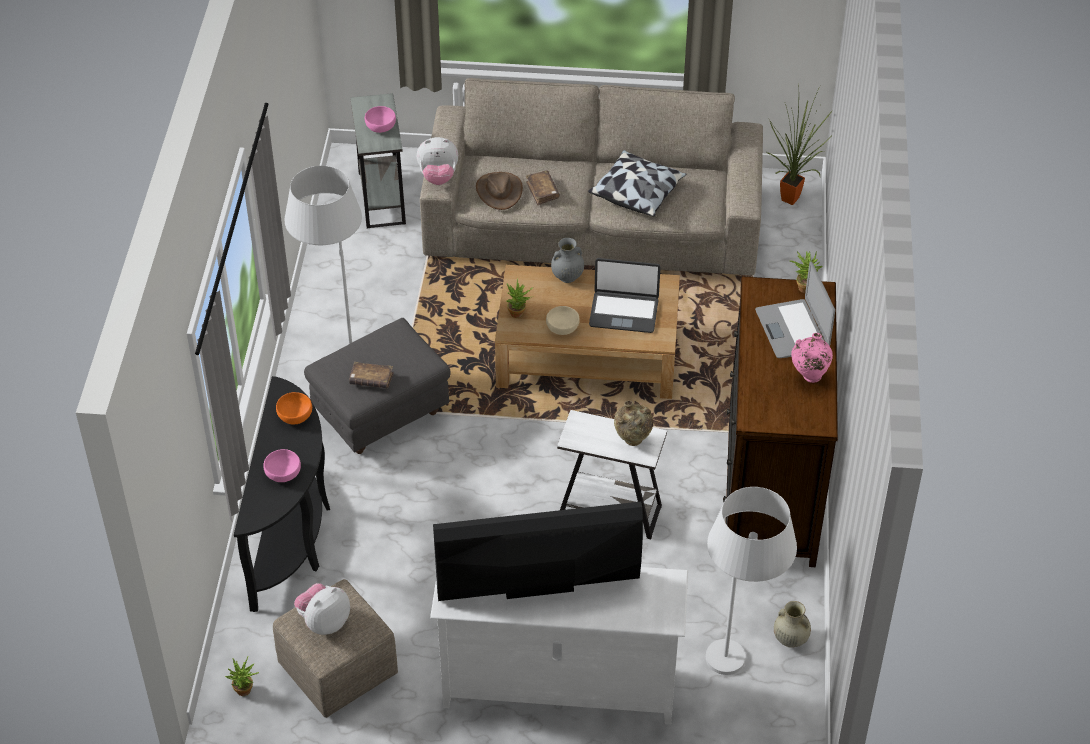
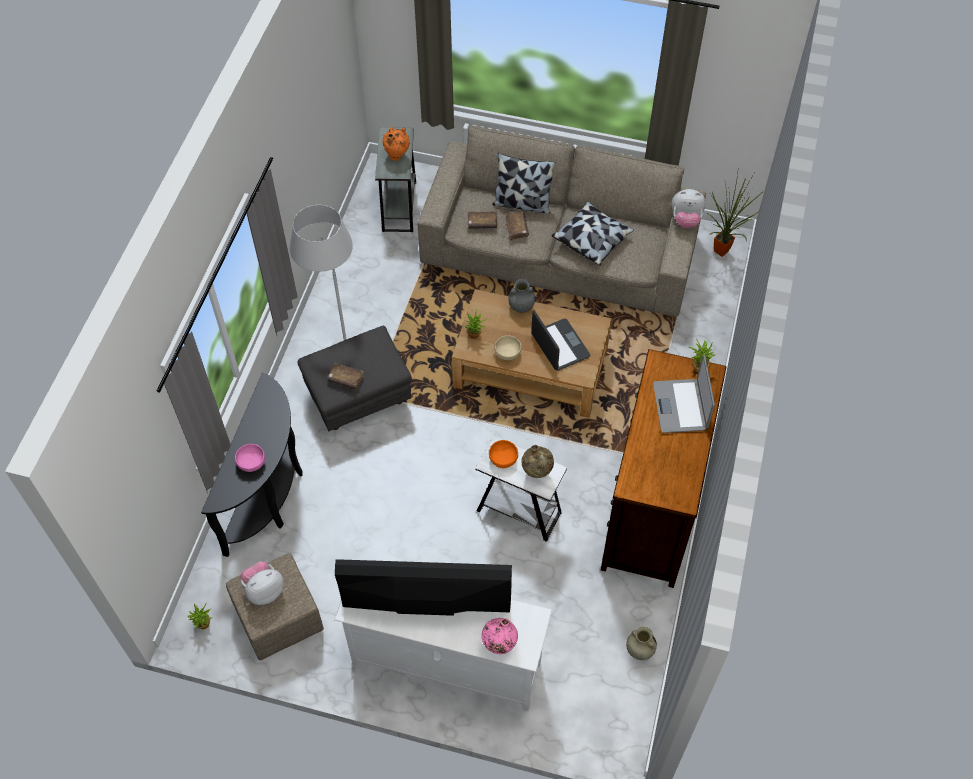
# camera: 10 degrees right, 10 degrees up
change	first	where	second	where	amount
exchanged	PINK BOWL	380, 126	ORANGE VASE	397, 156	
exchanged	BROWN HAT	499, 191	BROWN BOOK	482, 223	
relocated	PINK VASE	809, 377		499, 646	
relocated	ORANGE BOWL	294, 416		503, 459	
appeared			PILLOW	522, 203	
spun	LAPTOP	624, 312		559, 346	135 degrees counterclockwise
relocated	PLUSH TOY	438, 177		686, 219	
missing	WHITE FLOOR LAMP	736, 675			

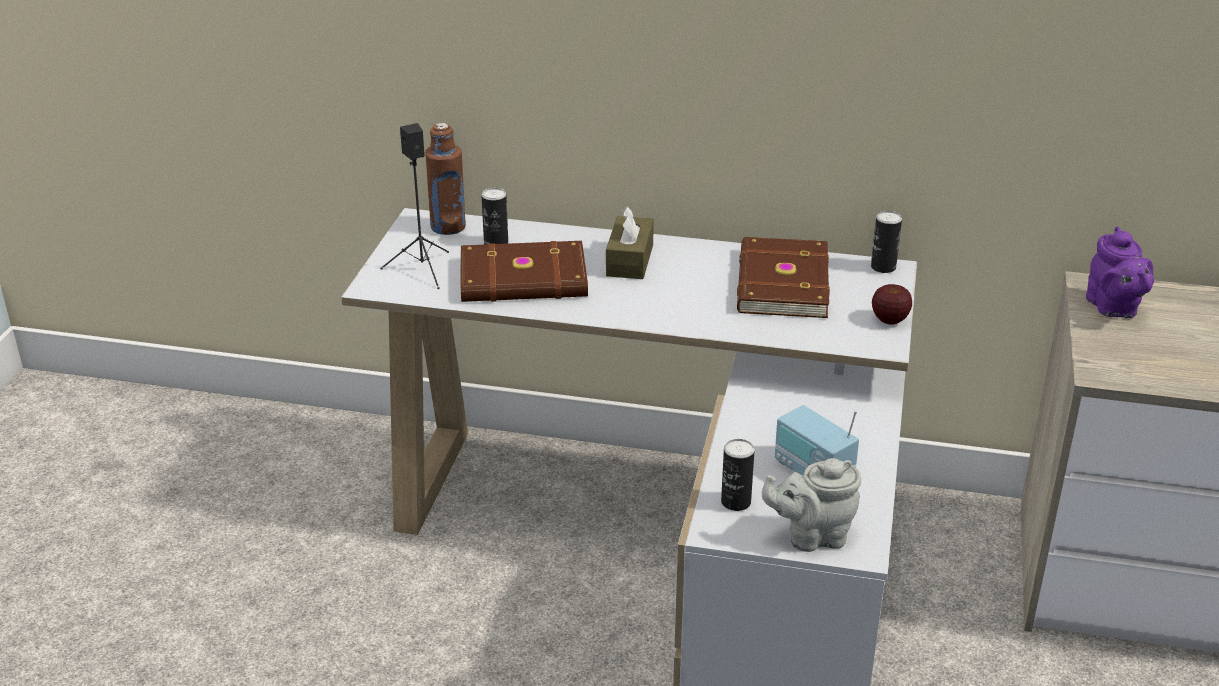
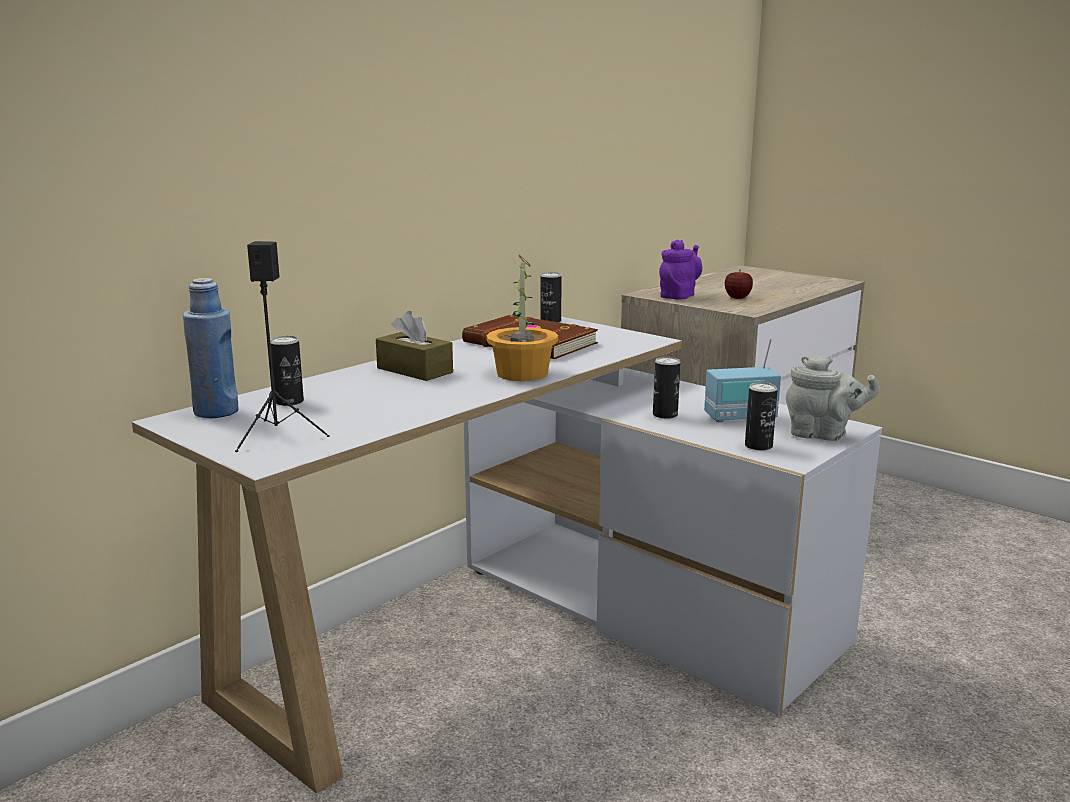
# camera: 60 degrees left, 15 degrees down
change	first	where	second	where	amount
colour	BROWN BOTTLE	448, 227	BLUE BOTTLE	216, 412	
appeared			POTTED PLANT	521, 373	
appeared			CAN	665, 415	
spun	PURPLE TEAPOT	1113, 308		679, 296	75 degrees counterclockwise
relocated	APPLE	889, 320		737, 297	
spun	GREY TEAPOT	812, 536		822, 435	90 degrees counterclockwise
missing	BROWN BOOK	524, 280			

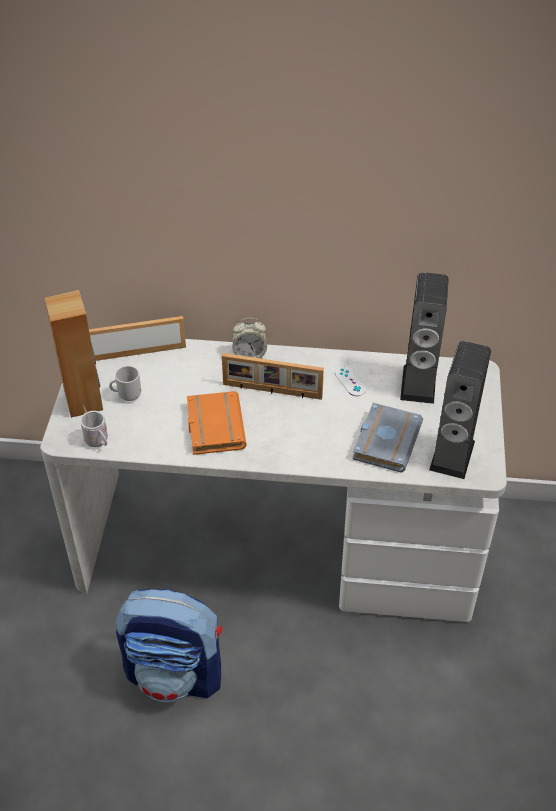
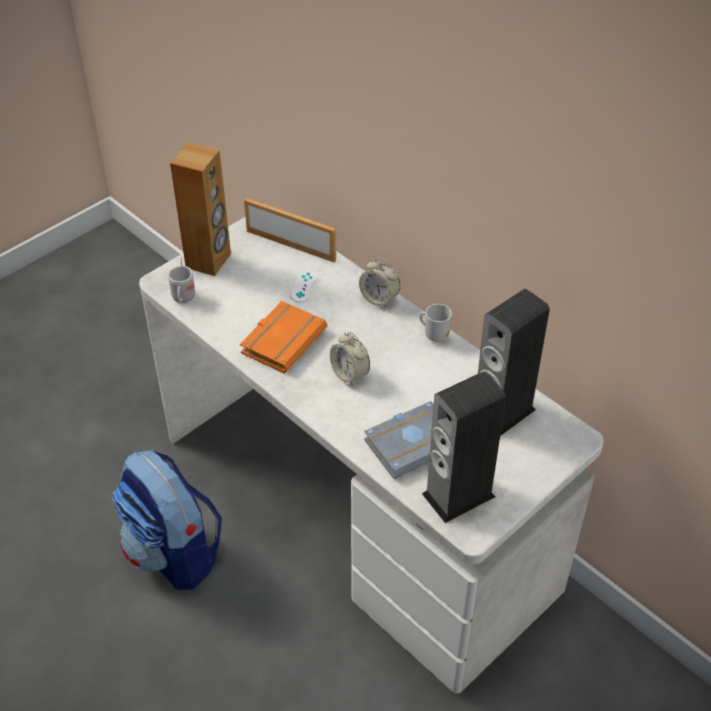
# camera: 40 degrees right, 0 degrees up
change	first	where	second	where	amount
relocated	WHITE GAME CONTROLLER	350, 381		303, 286	
appeared			ALARM CLOCK	349, 374	
relocated	MUG	128, 395		435, 335	
missing	PICTURE FRAME	272, 391			

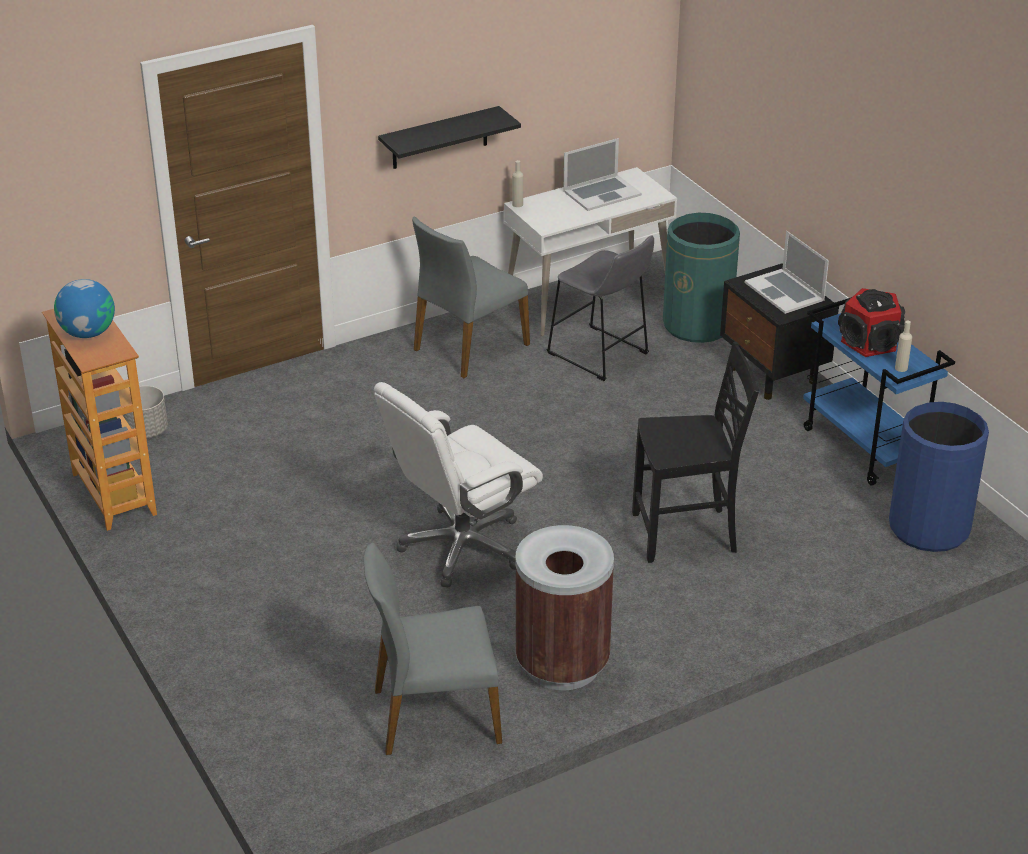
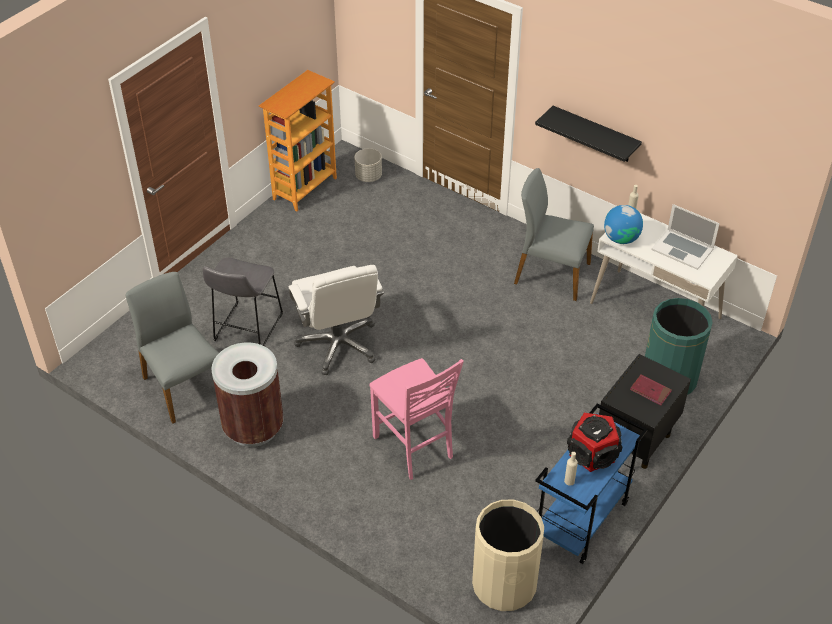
# camera: 65 degrees right, 10 degrees up
change	first	where	second	where	amount
relocated	GREY STOOL	601, 356		246, 330	
spun	WHITE OFFICE CHAIR	462, 547		339, 344	135 degrees counterclockwise
colour	BLACK CHAIR	687, 534	PINK CHAIR	414, 448	
colour	BLUE TRASH CAN	929, 527	BEIGE TRASH CAN	504, 584	
relocated	GLOBE	88, 332		621, 238	
exchanged	LAPTOP	785, 291	RED BOOK	650, 391	

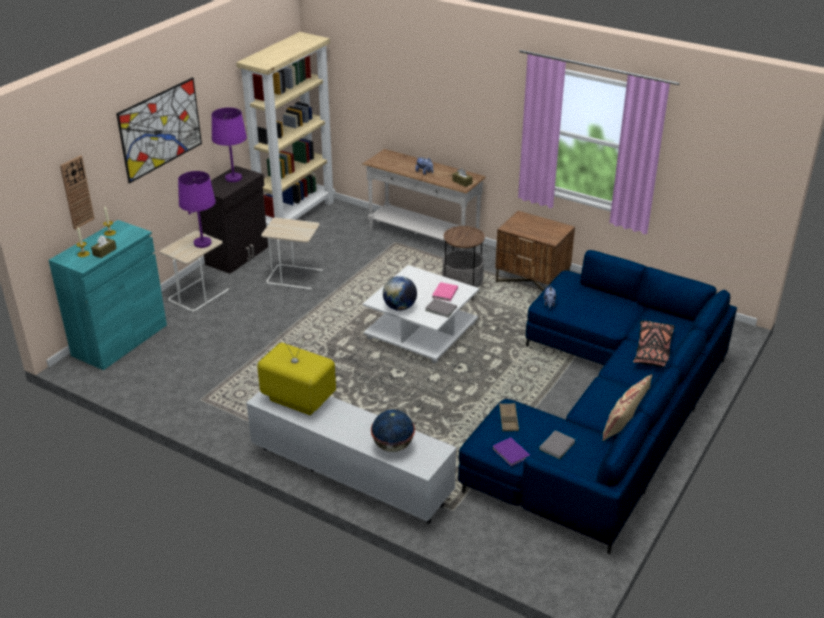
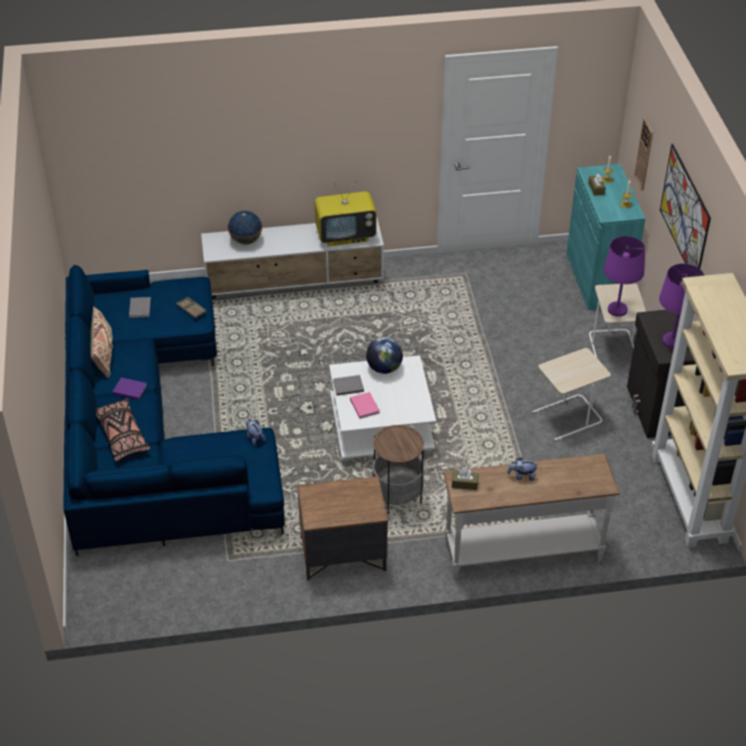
# camera: 140 degrees right, 10 degrees up
change	first	where	second	where	amount
relocated	PURPLE BOOK	511, 454		129, 389	

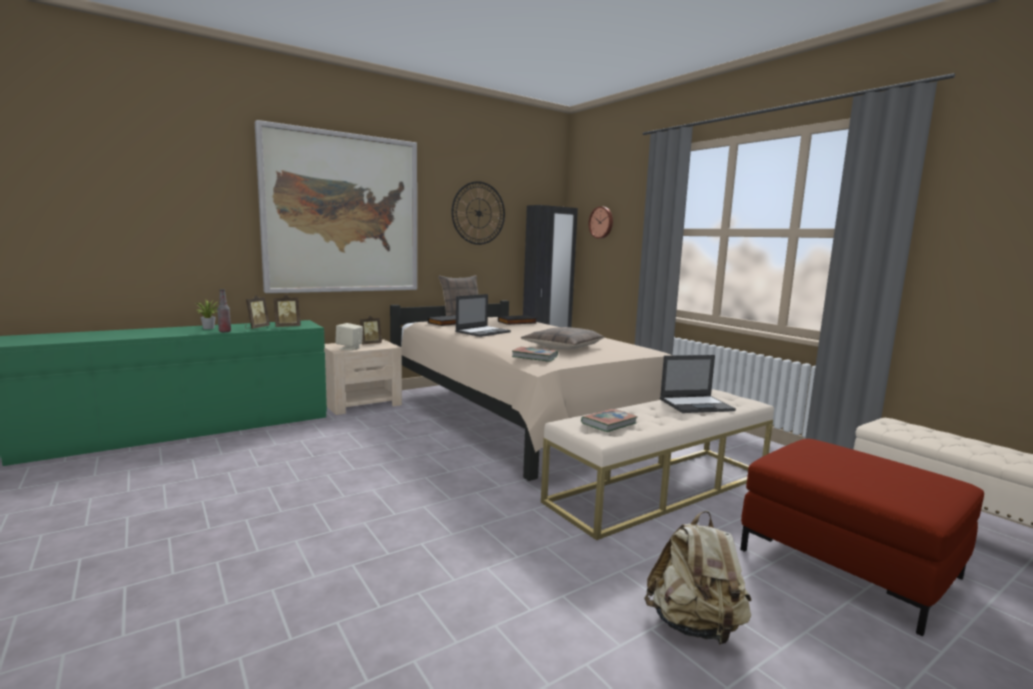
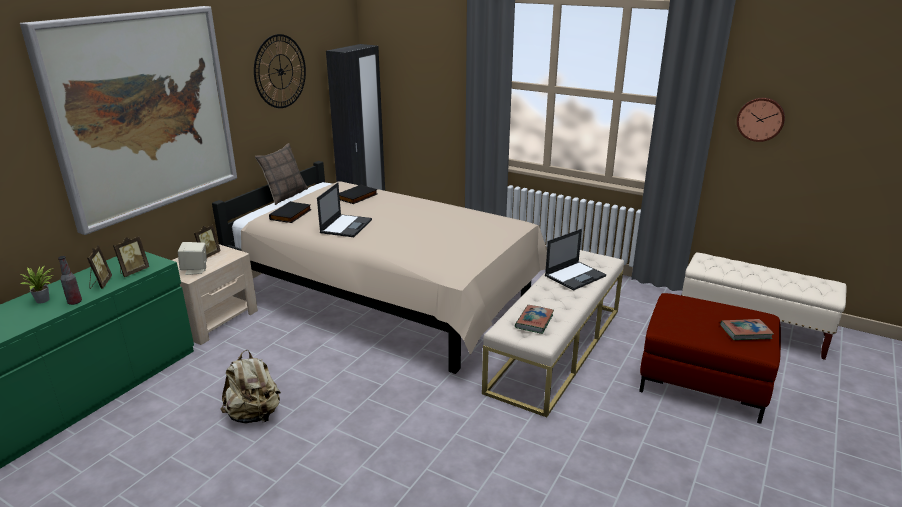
# camera: 25 degrees left, 15 degrees up
change	first	where	second	where	amount
relocated	BEIGE BACKPACK	695, 626		254, 415	
relocated	BOOK	534, 357		745, 332	
relocated	WALL CLOCK	601, 222		760, 119	
missing	PILLOW	562, 346			

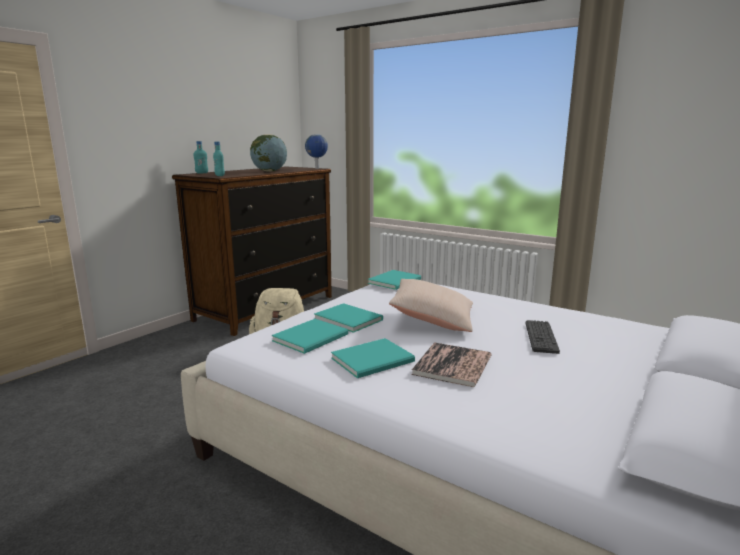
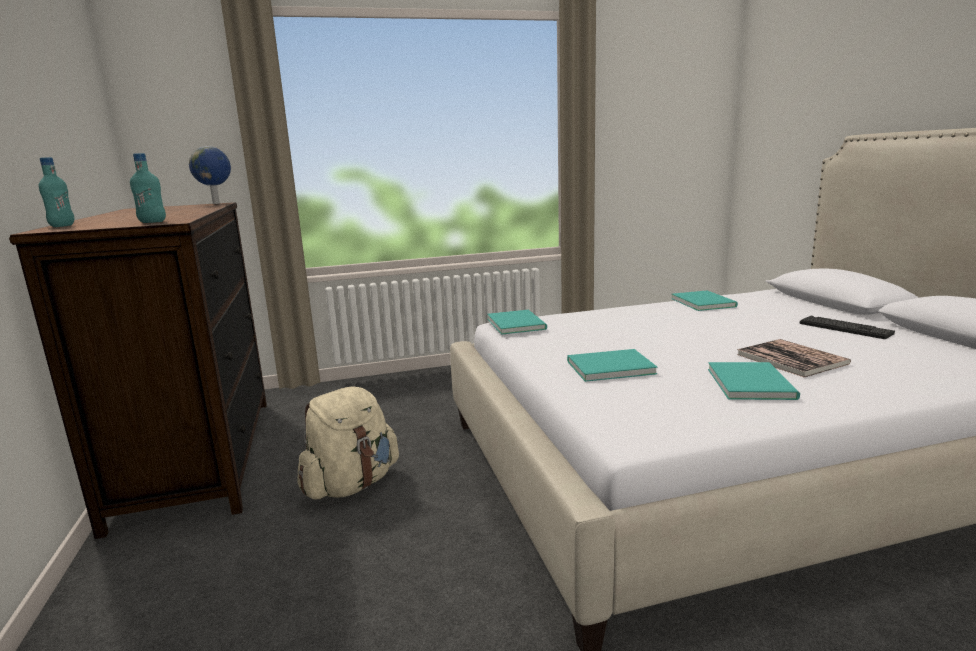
# camera: 50 degrees left, 0 degrees up
change	first	where	second	where	amount
relocated	TURQUOISE BOOK	313, 337		703, 302	
relocated	KEYBOARD	541, 337		845, 328	
missing	GLOBE	269, 171			
missing	BEIGE PILLOW	433, 319			

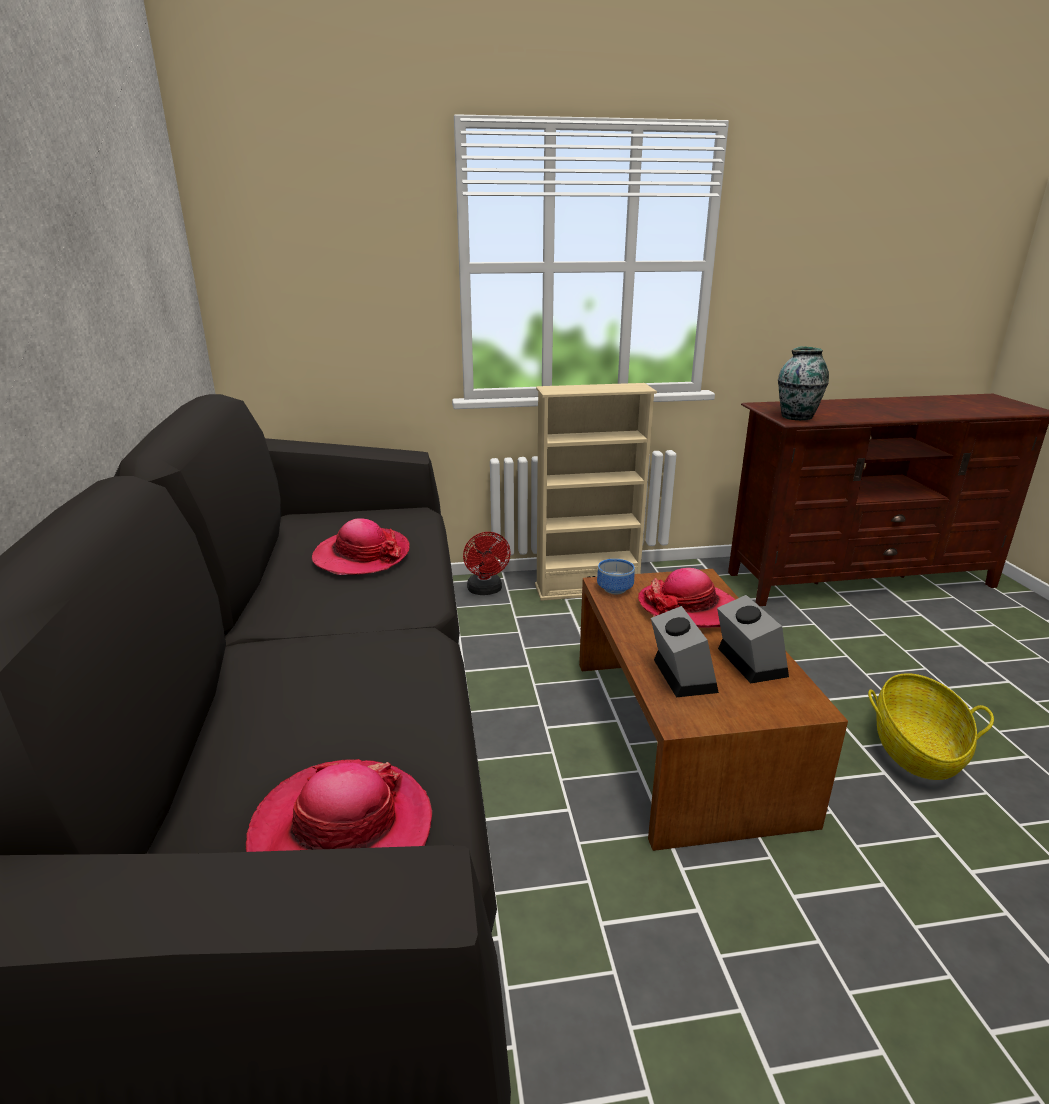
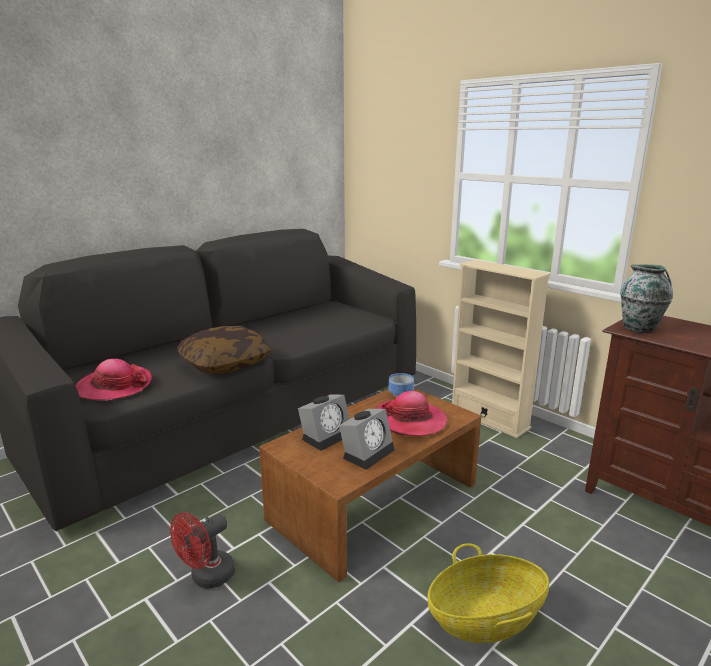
# camera: 55 degrees right, 5 degrees down
change	first	where	second	where	amount
relocated	RED FAN	486, 591		207, 577	
appeared			PILLOW	225, 363	
missing	HAT	361, 555			

